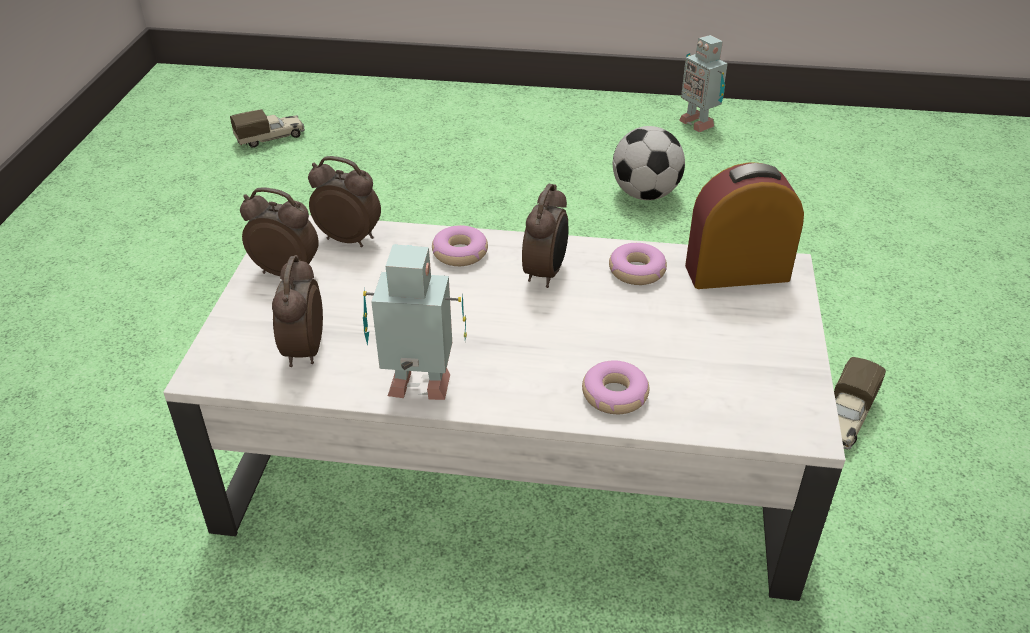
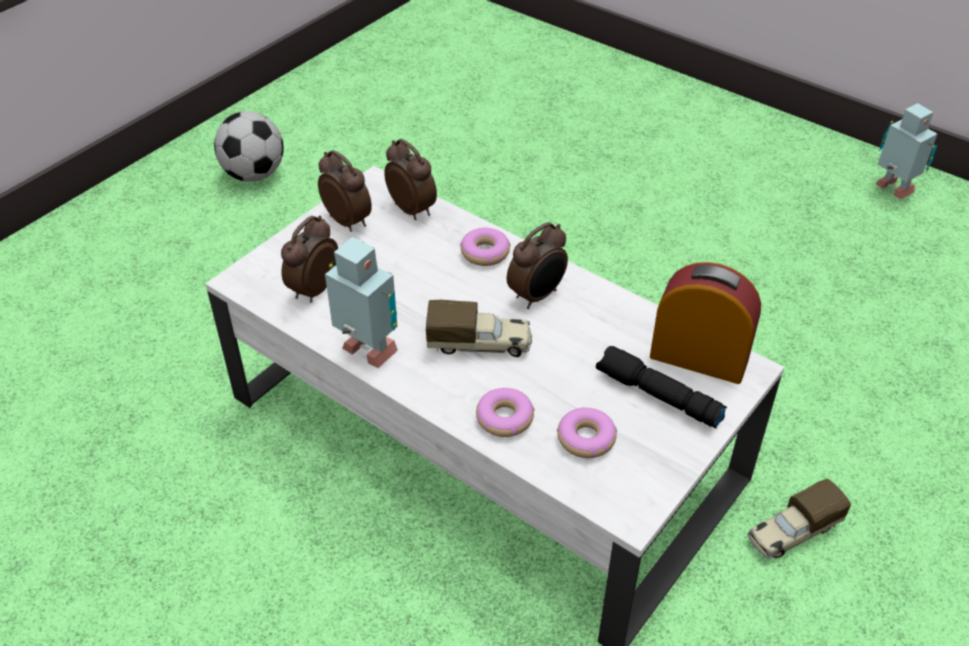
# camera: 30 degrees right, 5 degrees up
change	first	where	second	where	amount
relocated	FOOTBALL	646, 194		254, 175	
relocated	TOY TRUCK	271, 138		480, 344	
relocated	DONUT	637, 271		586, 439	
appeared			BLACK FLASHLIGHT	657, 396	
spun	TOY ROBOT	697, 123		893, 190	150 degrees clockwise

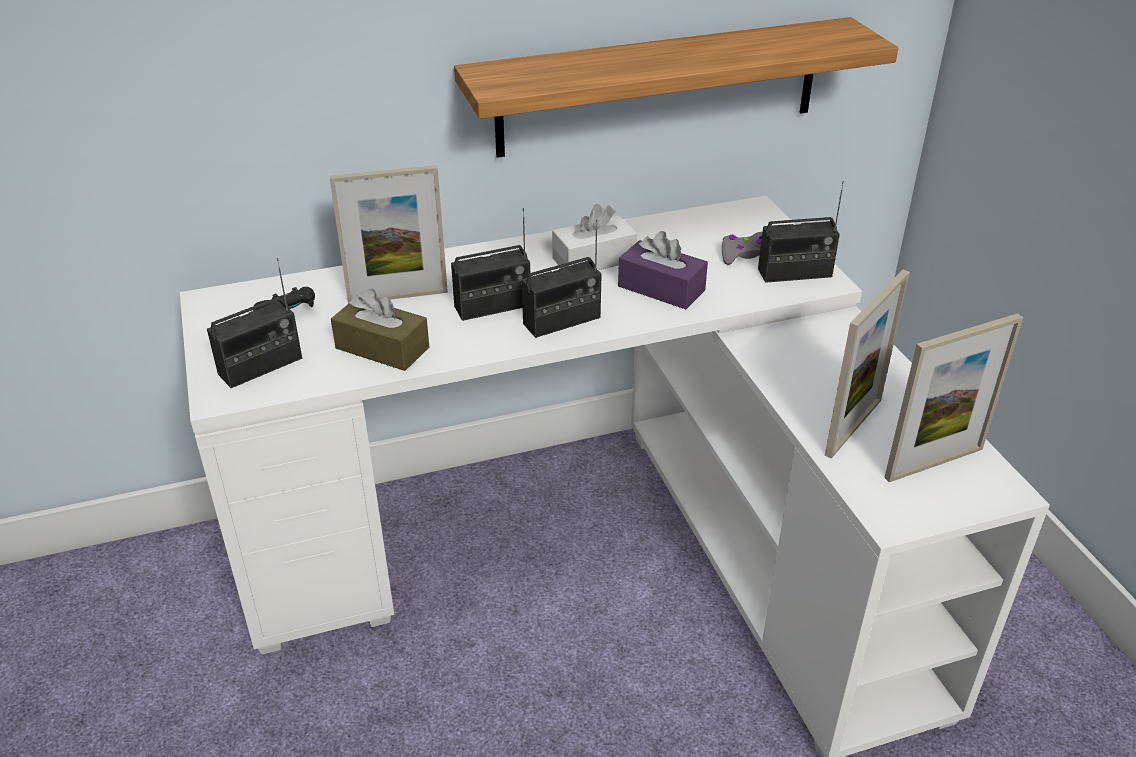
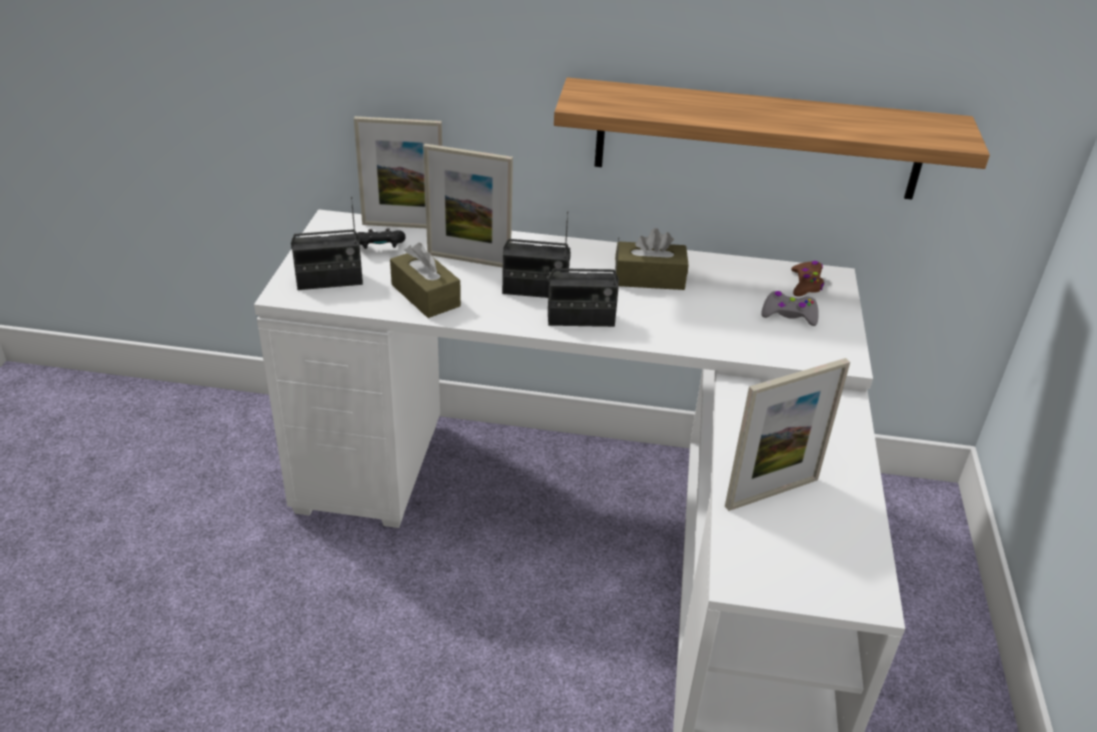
# camera: 25 degrees right, 0 degrees up
change	first	where	second	where	amount
relocated	PICTURE FRAME	934, 463		403, 225	
colour	WHITE TISSUE BOX	594, 260	BROWN TISSUE BOX	649, 278	
appeared			BROWN GAME CONTROLLER	806, 284	
missing	PURPLE TISSUE BOX	661, 288			
missing	RADIO	794, 273			

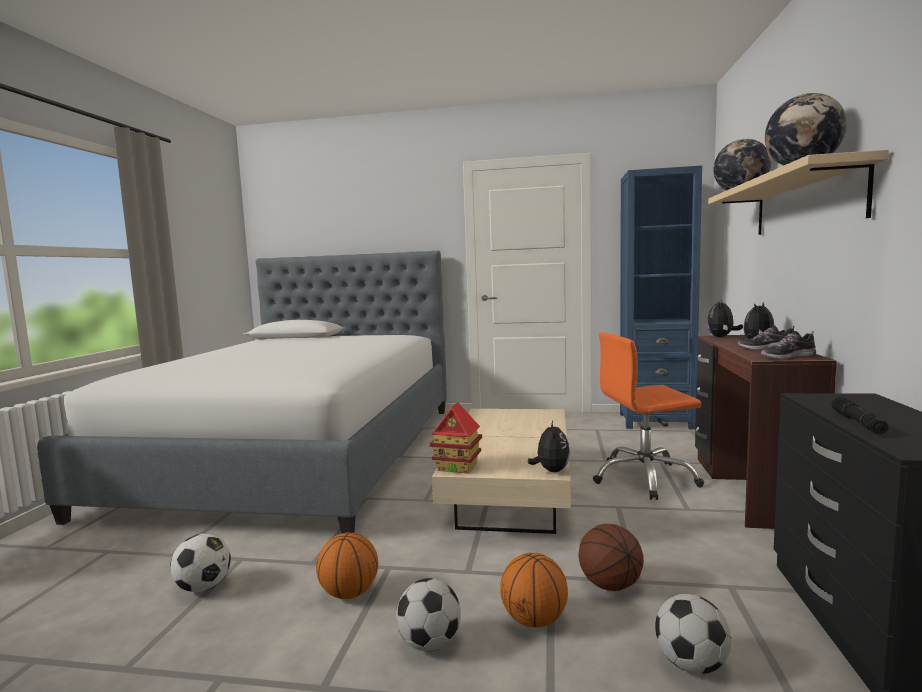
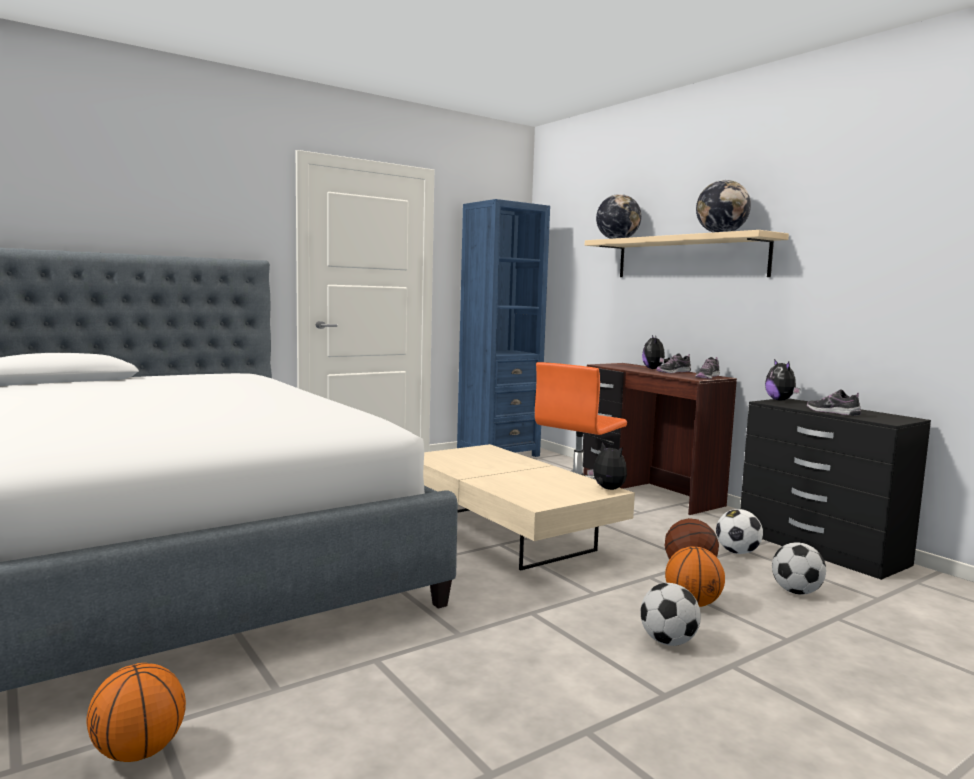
# camera: 45 degrees left, 0 degrees up
change	first	where	second	where	amount
relocated	BASKETBALL	349, 593		138, 752	
relocated	FOOTBALL	203, 587		737, 552	
relocated	PLUSH TOY	721, 337		780, 400	
exchanged	BLACK FLASHLIGHT	858, 423	SHOE	833, 412	
missing	TOY HOUSE	457, 467			

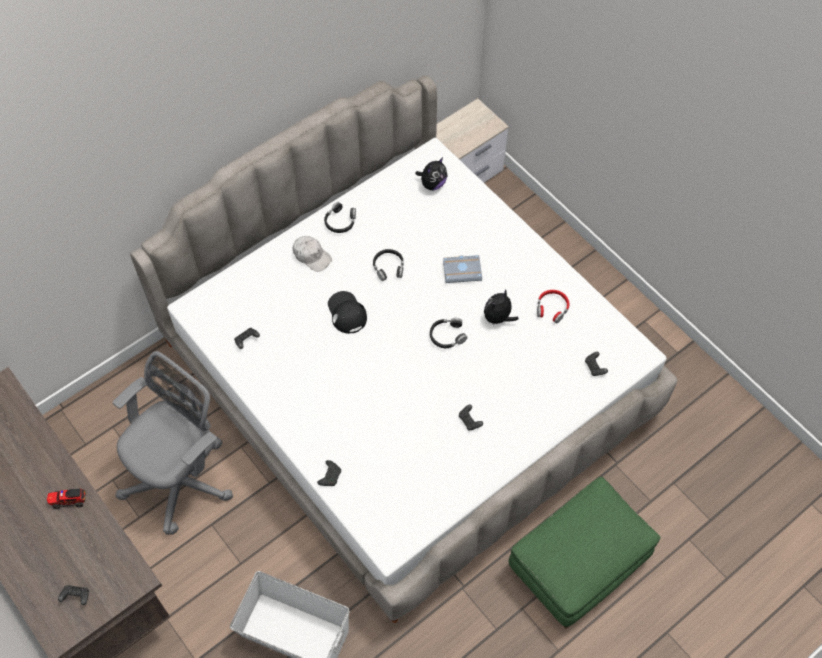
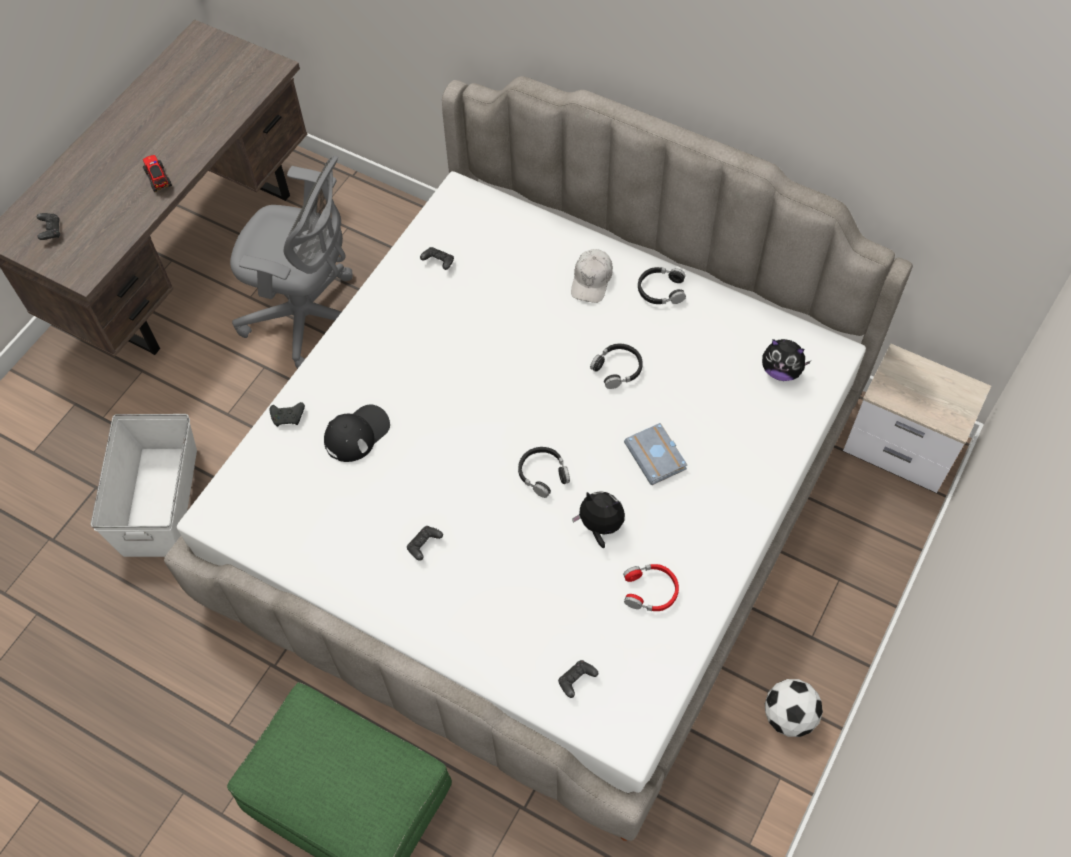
# camera: 70 degrees right, 0 degrees up
change	first	where	second	where	amount
relocated	BLACK CAP	346, 313		357, 434	
appeared			FOOTBALL	789, 716	

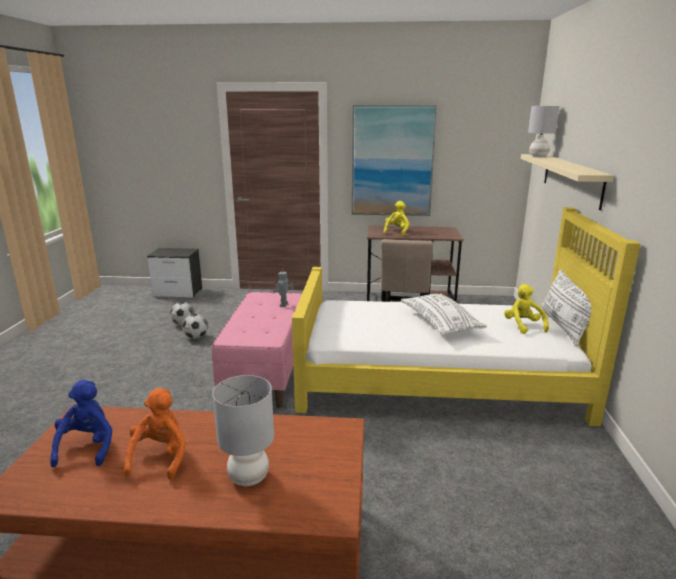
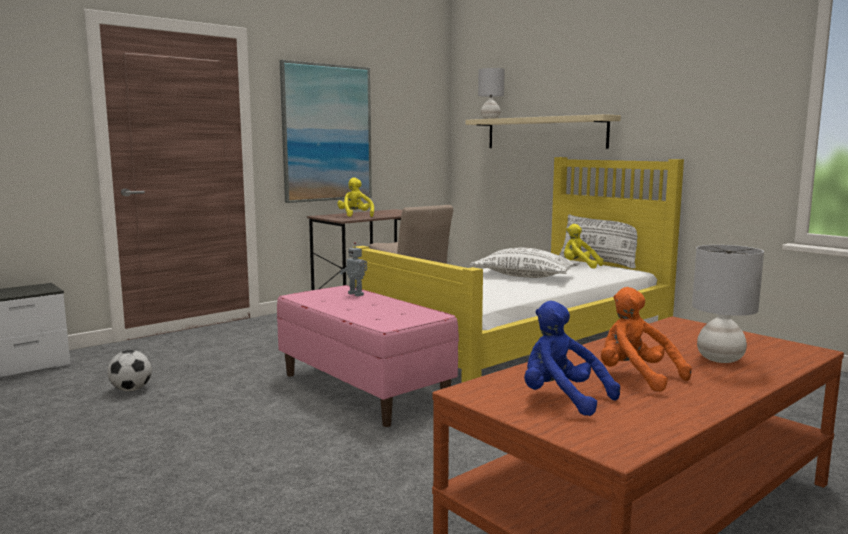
# camera: 45 degrees left, 10 degrees down
change	first	where	second	where	amount
missing	FOOTBALL	196, 337			

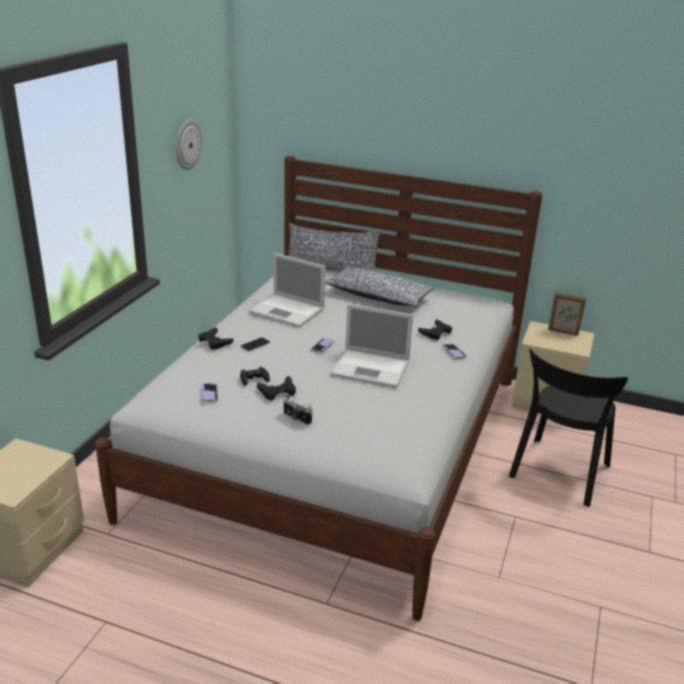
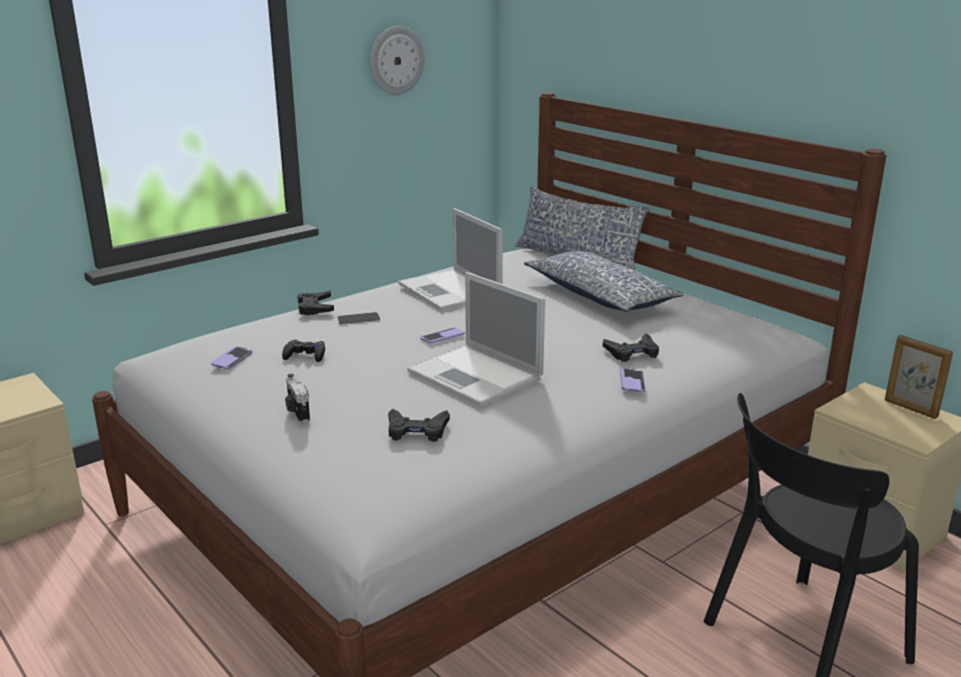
# camera: 30 degrees right, 5 degrees down
change	first	where	second	where	amount
relocated	BLACK GAME CONTROLLER	277, 392		417, 430	

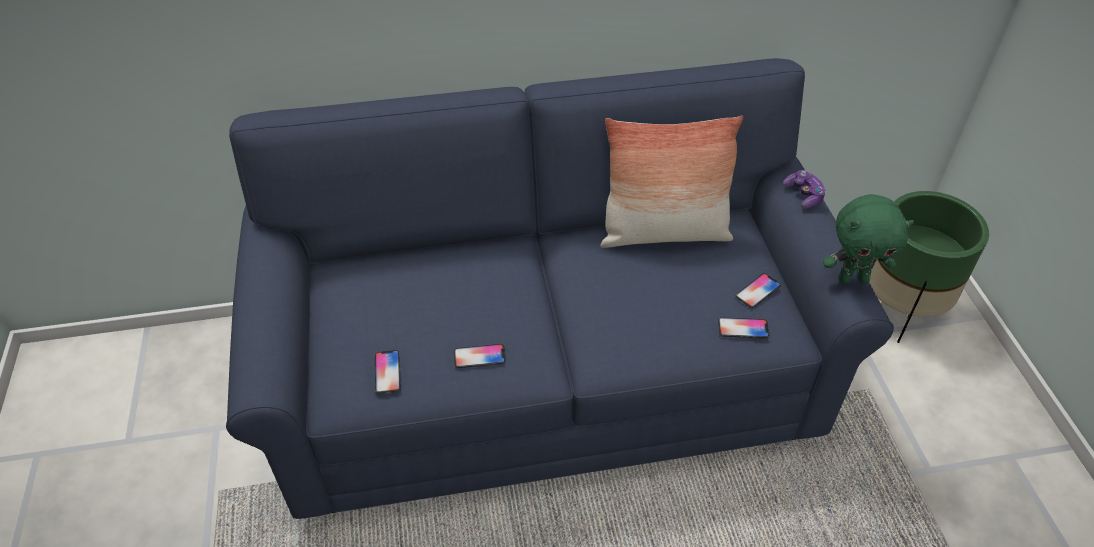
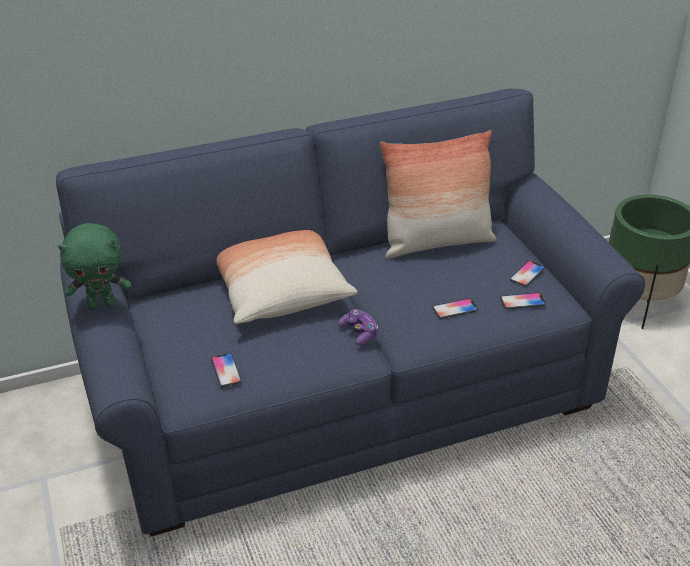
# camera: 10 degrees left, 10 degrees down
change	first	where	second	where	amount
relocated	GREEN PLUSH TOY	853, 278		102, 305	
appeared			PILLOW	279, 290	
relocated	GAME CONTROLLER	803, 195		359, 333	
relocated	PHONE	479, 357		455, 309	

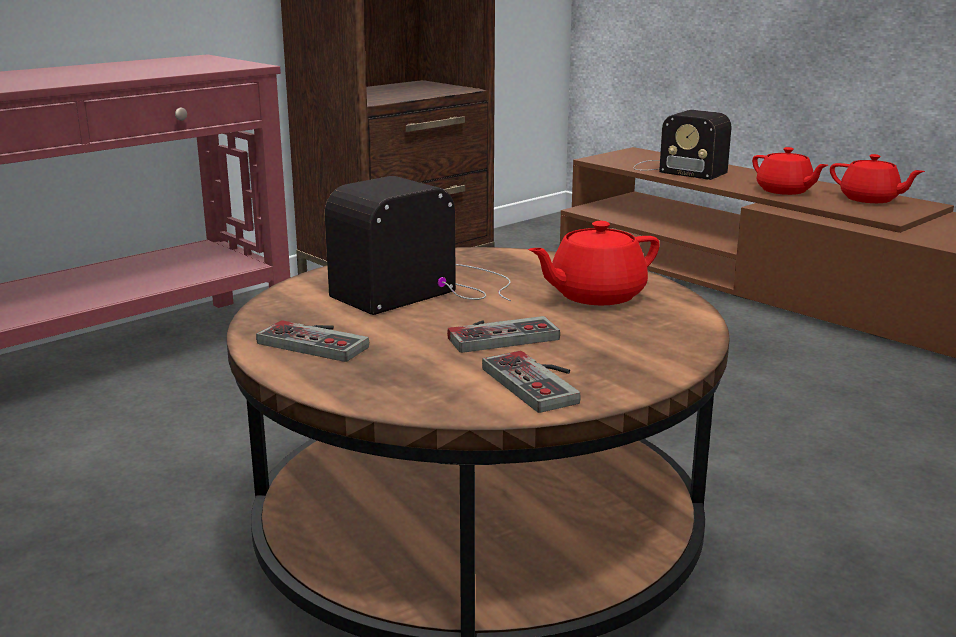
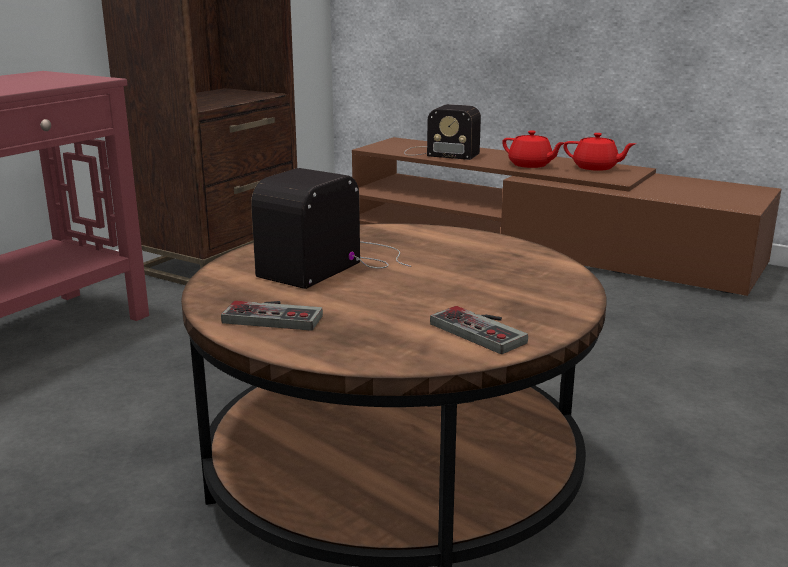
# camera: 15 degrees left, 0 degrees up
change	first	where	second	where	amount
missing	GAME CONTROLLER	499, 334			
missing	RED TEAPOT	595, 295			

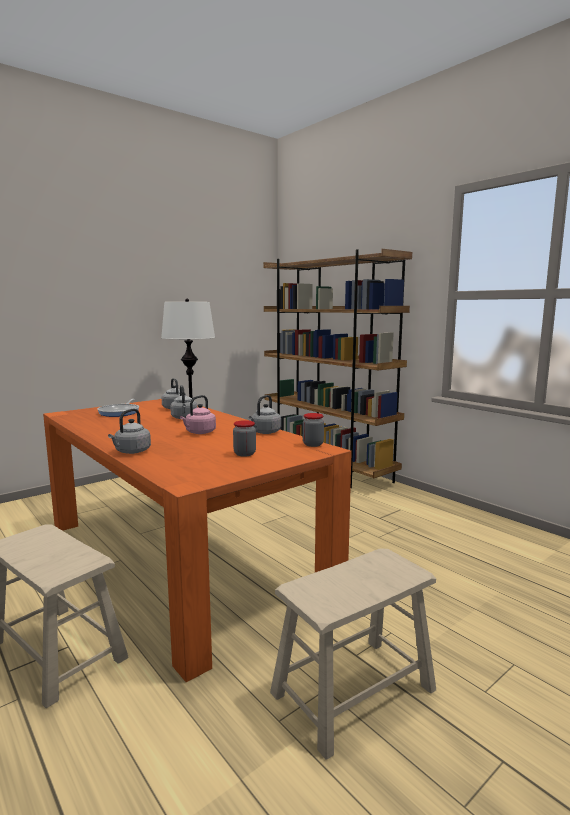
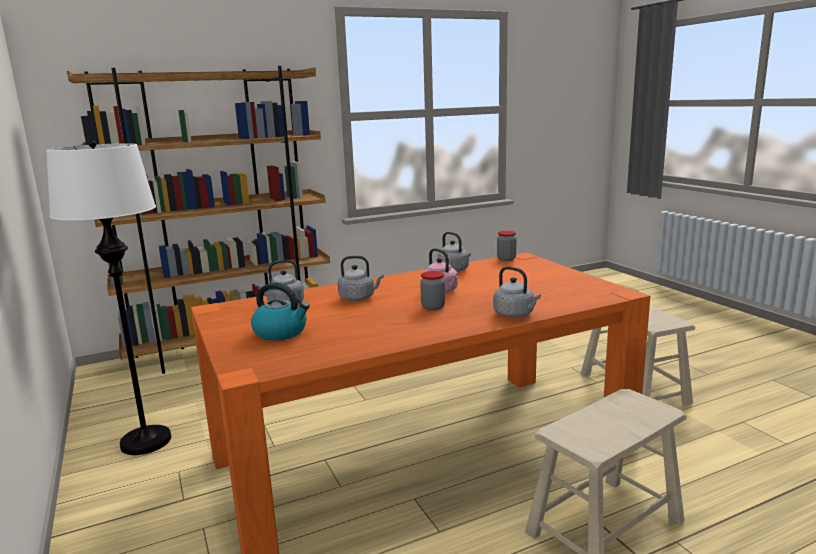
# camera: 75 degrees left, 5 degrees up
change	first	where	second	where	amount
exchanged	FRYING PAN	120, 412	KETTLE	281, 332	
relocated	JAR	244, 454		433, 307	

